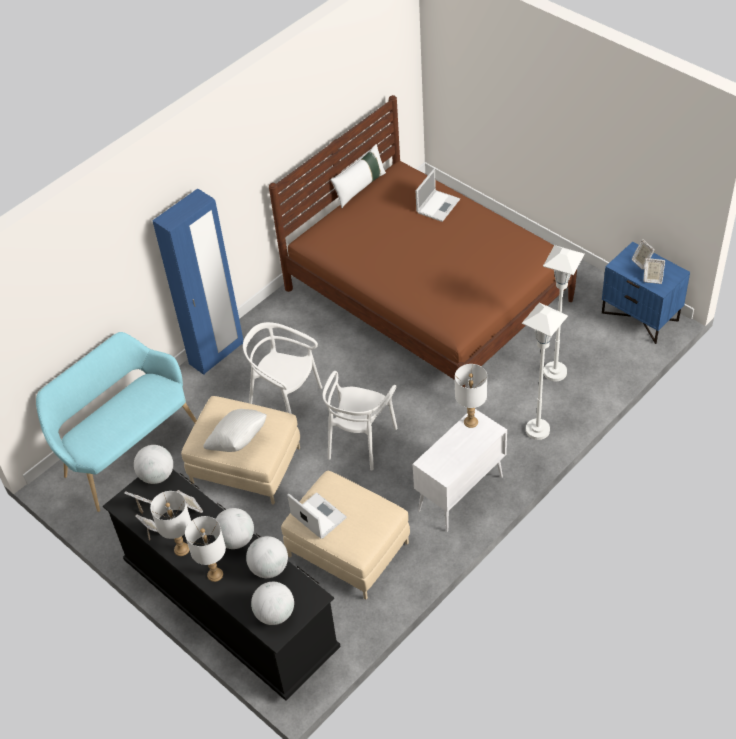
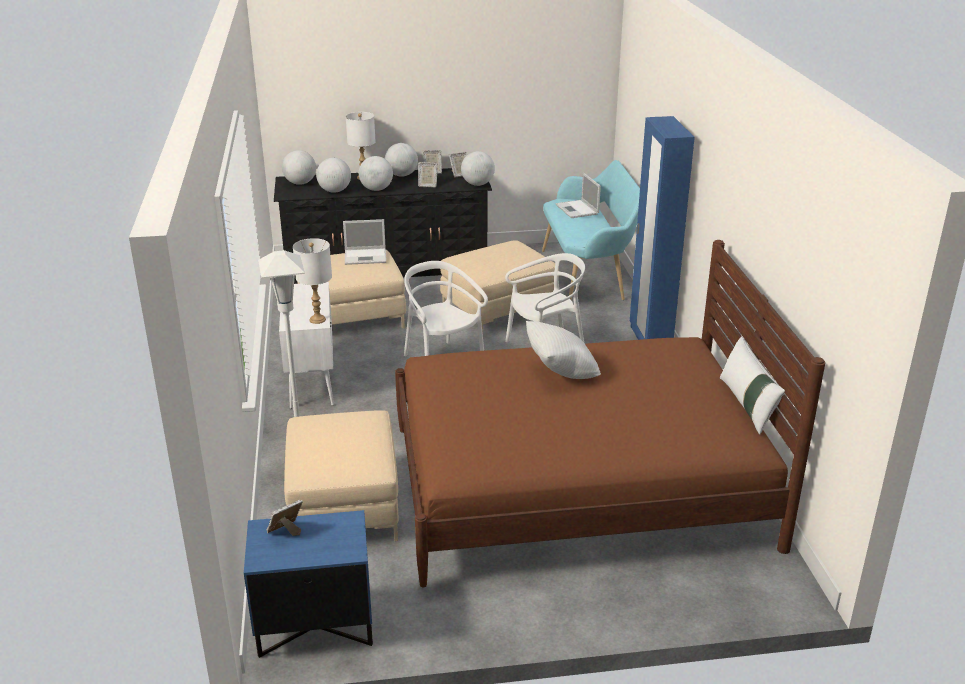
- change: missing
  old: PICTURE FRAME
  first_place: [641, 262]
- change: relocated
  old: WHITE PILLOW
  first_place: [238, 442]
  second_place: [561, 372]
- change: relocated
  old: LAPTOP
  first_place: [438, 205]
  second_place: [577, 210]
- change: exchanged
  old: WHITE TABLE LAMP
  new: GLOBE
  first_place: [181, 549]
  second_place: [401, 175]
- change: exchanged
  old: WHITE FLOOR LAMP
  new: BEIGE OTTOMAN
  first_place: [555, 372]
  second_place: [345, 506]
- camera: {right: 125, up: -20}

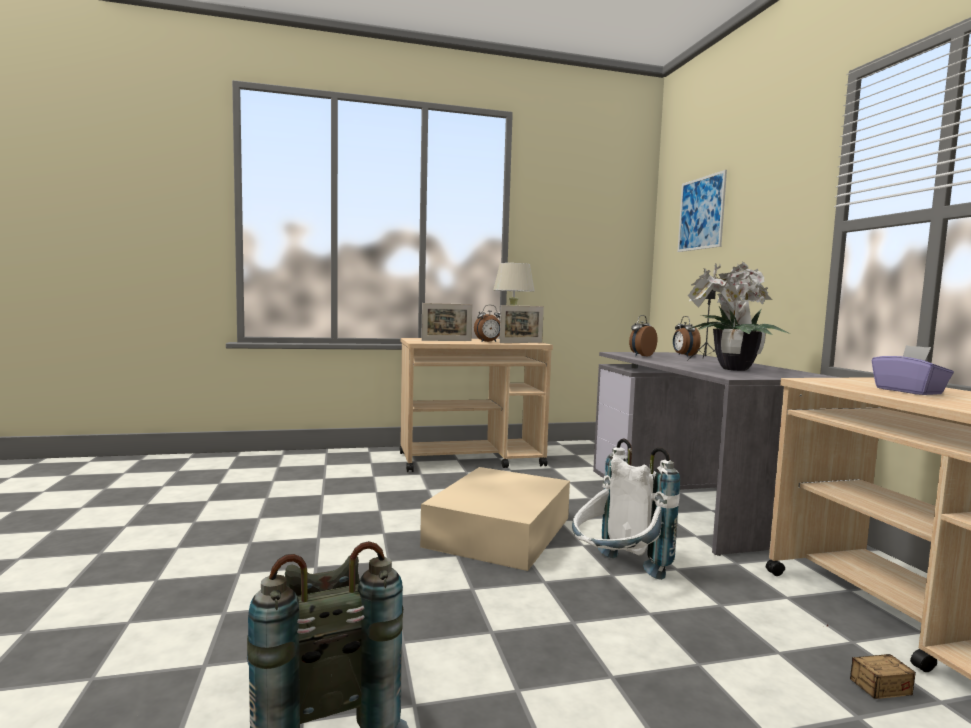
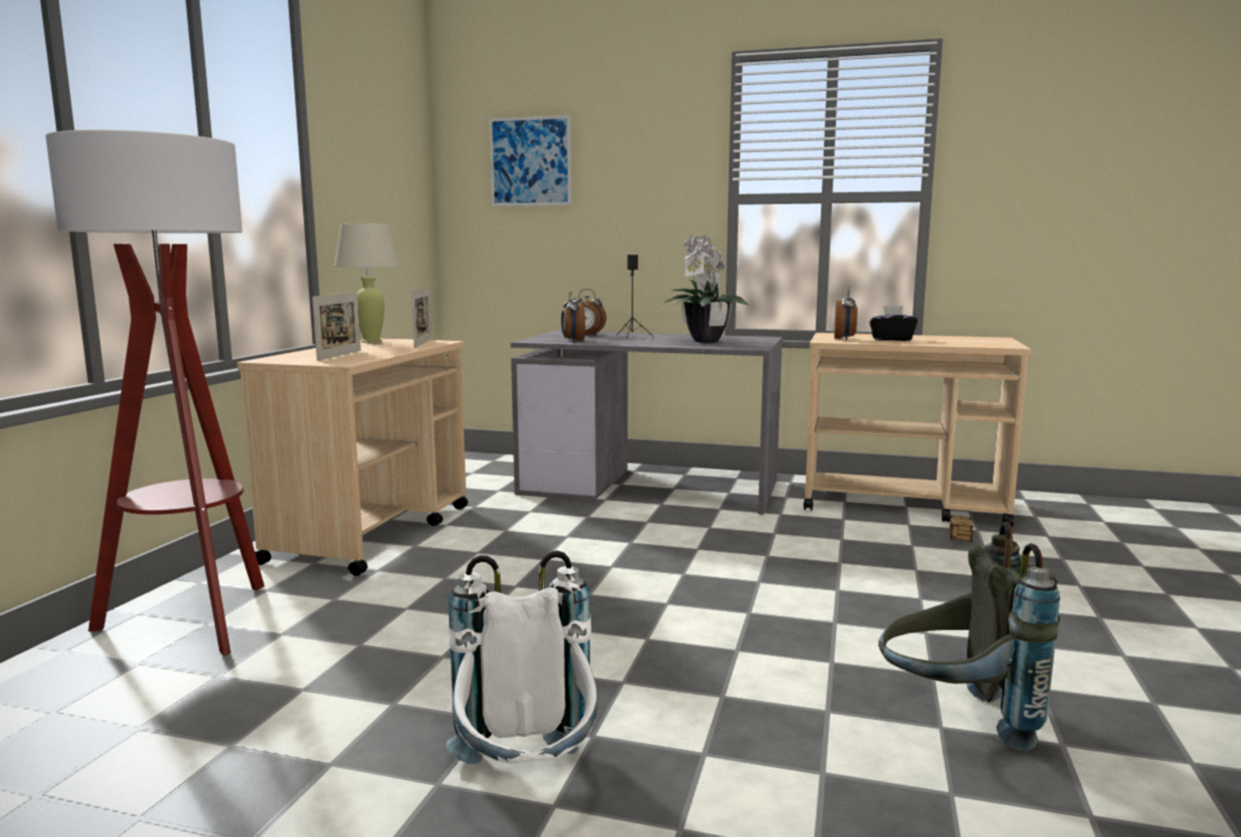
- change: missing
  old: BEIGE STORAGE BOX
  first_place: [501, 531]
- change: appeared
  new: FLOOR LAMP
  second_place: [195, 621]
- change: relocated
  old: ALARM CLOCK
  first_place: [488, 342]
  second_place: [844, 339]
- change: relocated
  old: WHITE BACKPACK
  first_place: [617, 574]
  second_place: [527, 782]
- change: colour
  old: PURPLE TISSUE BOX
  new: BLACK TISSUE BOX
  first_place: [908, 391]
  second_place: [891, 339]
- camera: {right: -60, up: 5}

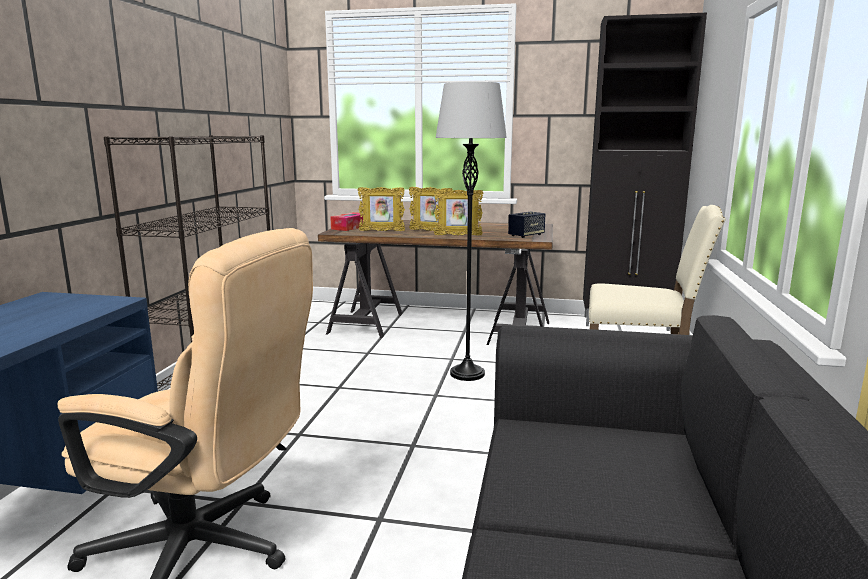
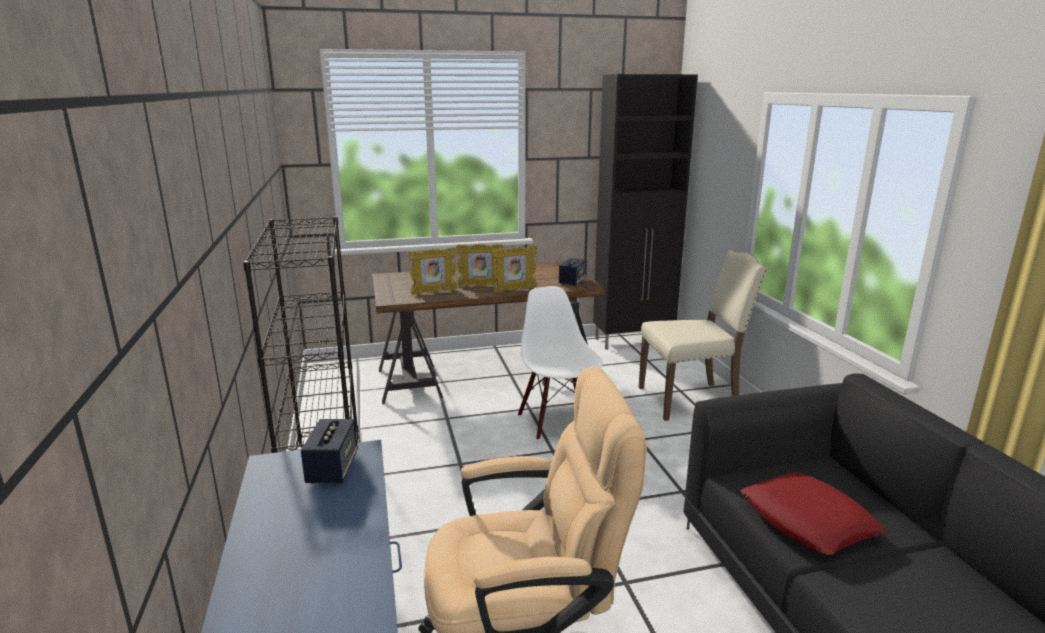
- change: missing
  old: TISSUE BOX
  first_place: [350, 227]
- change: appeared
  new: SPEAKER
  second_place: [332, 469]
- change: appeared
  new: RED PILLOW
  second_place: [808, 521]
- change: exchanged
  old: GREY FLOOR LAMP
  new: WHITE CHAIR
  first_place: [467, 374]
  second_place: [557, 422]
- camera: {right: -25, up: 5}

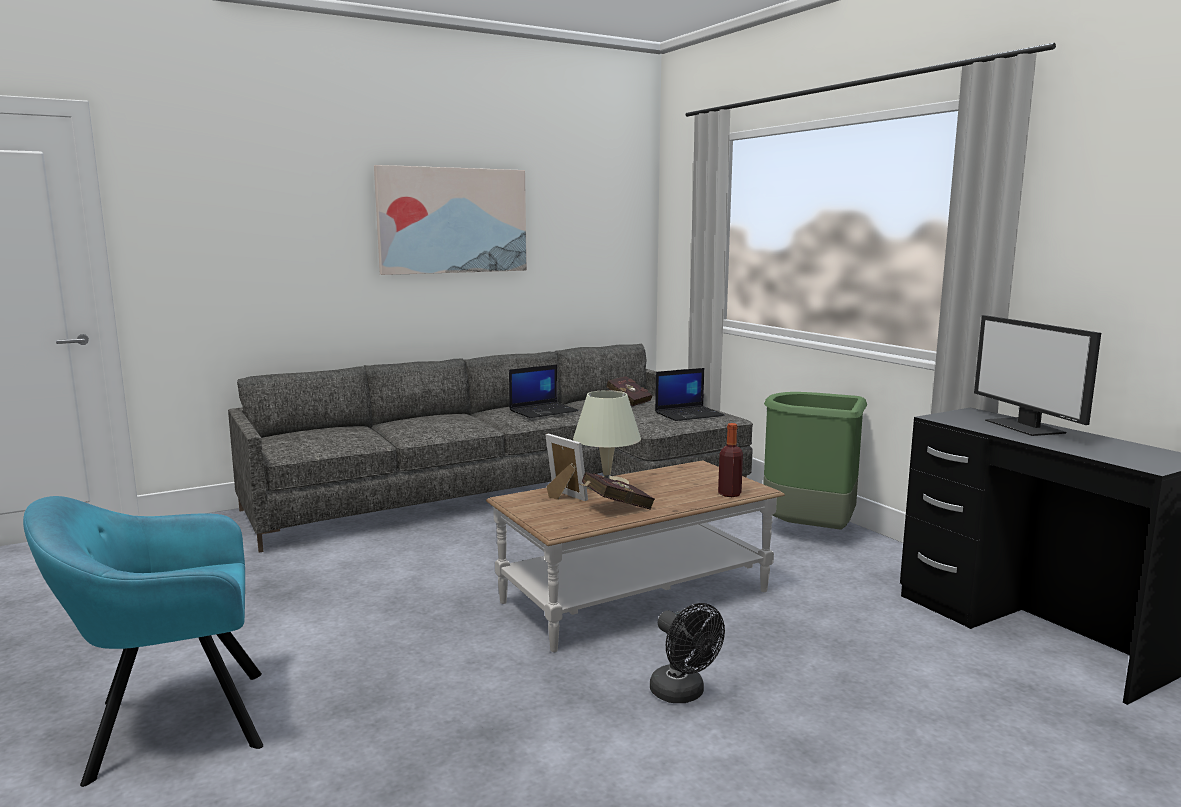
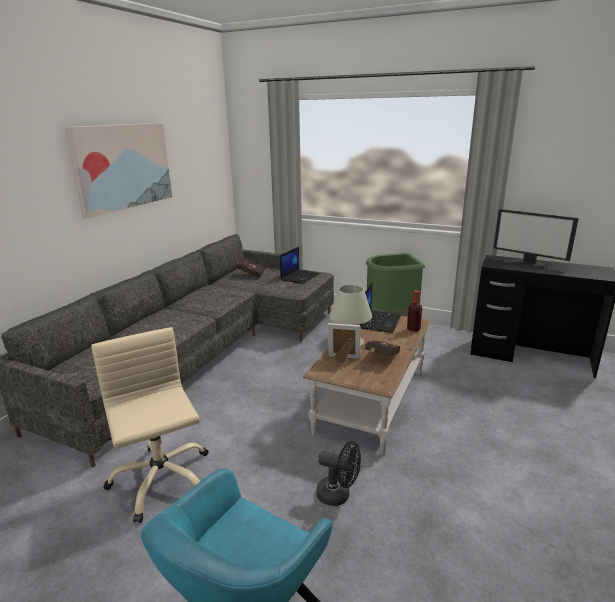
- change: appeared
  new: BEIGE OFFICE CHAIR
  second_place: [161, 480]
- change: relocated
  old: LAPTOP
  first_place: [543, 411]
  second_place: [380, 321]
- change: relocated
  old: BLACK FAN
  first_place: [683, 694]
  second_place: [338, 495]
- camera: {right: -35, up: 10}

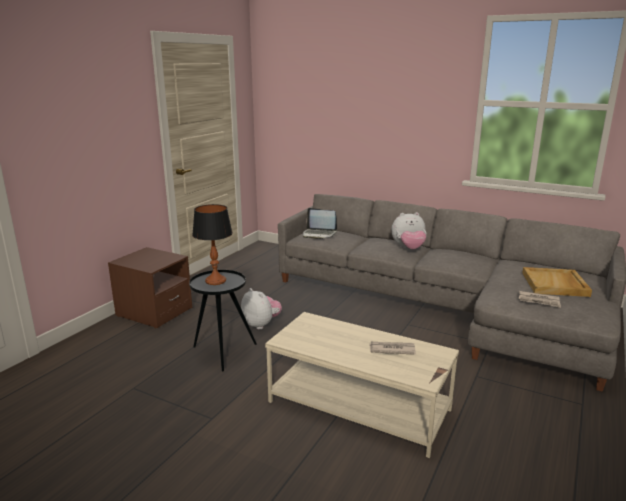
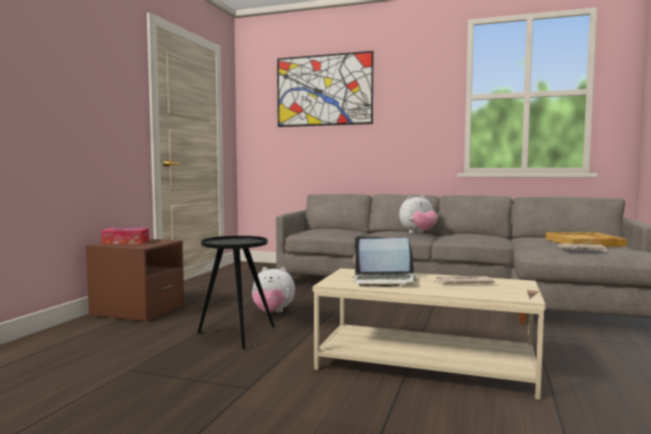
- change: missing
  old: TABLE LAMP
  first_place: [215, 281]
- change: appeared
  new: TISSUE BOX
  second_place: [125, 242]
- change: appeared
  new: PICTURE
  second_place: [324, 90]
- change: relocated
  old: LAPTOP
  first_place: [319, 234]
  second_place: [384, 281]
- change: spun
  old: PLUSH TOY
  first_place: [261, 324]
  second_place: [272, 313]
  degrees: 150
- camera: {right: -10, up: -15}

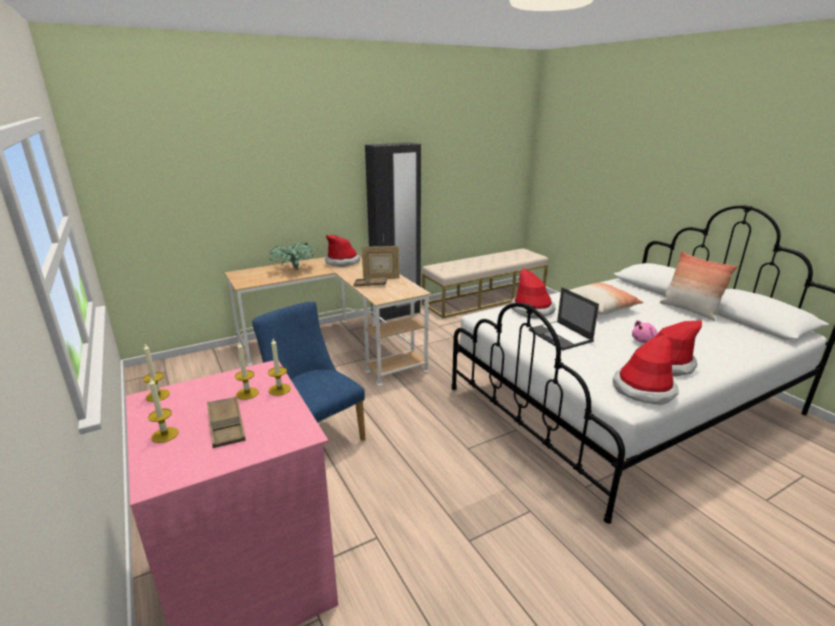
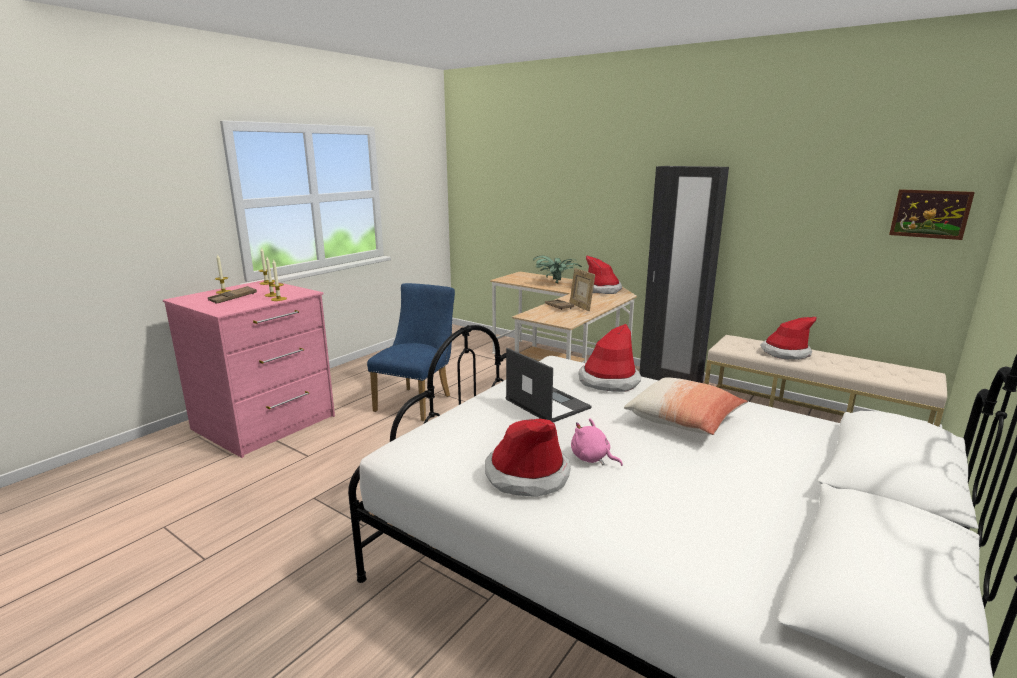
- change: missing
  old: PILLOW
  first_place: [689, 310]
- change: appeared
  new: PICTURE
  second_place: [930, 214]
- change: relocated
  old: HAT
  first_place: [643, 389]
  second_place: [785, 353]
- change: spun
  old: LAPTOP
  first_place: [561, 336]
  second_place: [546, 403]
  degrees: 105
- camera: {right: 65, up: -5}

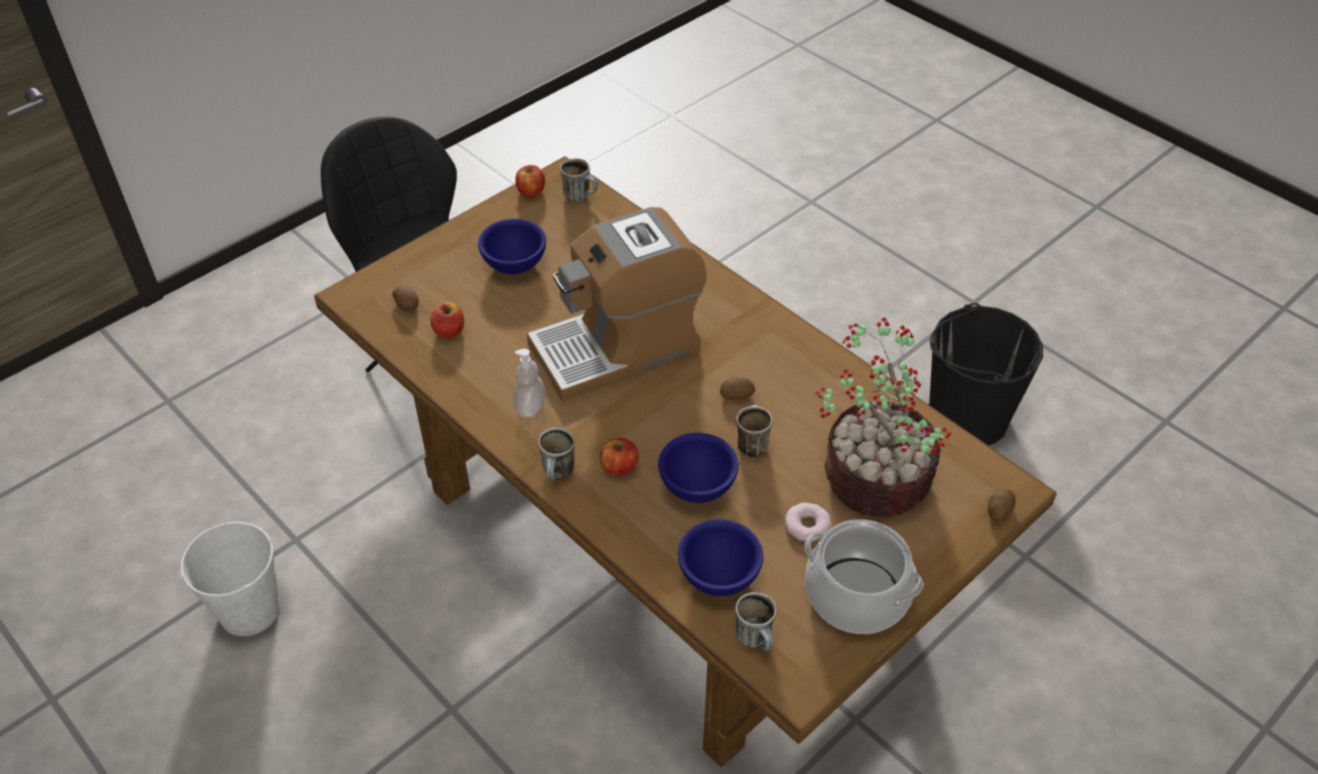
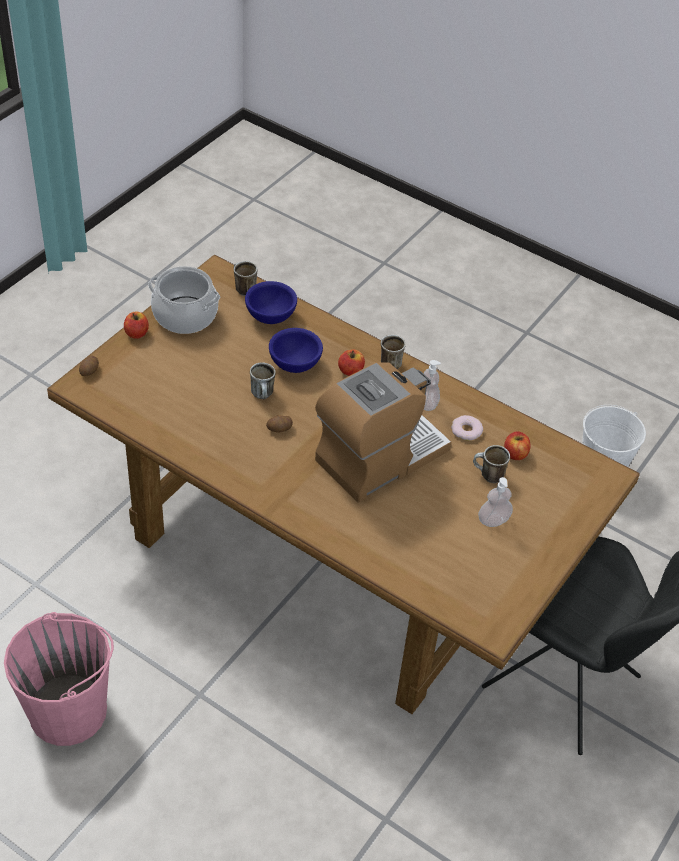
- change: missing
  old: POTATO
  first_place: [407, 305]
- change: missing
  old: POTTED PLANT
  first_place: [873, 477]
- change: relocated
  old: APPLE
  first_place: [531, 191]
  second_place: [137, 333]
- change: relocated
  old: MUG
  first_place: [581, 196]
  second_place: [488, 476]
- change: relocated
  old: DONUT
  first_place: [807, 525]
  second_place: [466, 430]
- change: exchanged
  old: BLUE BOWL
  new: SOAP DISPENSER
  first_place: [514, 265]
  second_place: [493, 520]
- change: colour
  old: BLACK BUCKET
  new: PINK BUCKET
  first_place: [966, 417]
  second_place: [69, 711]
- camera: {right: 165, up: 0}

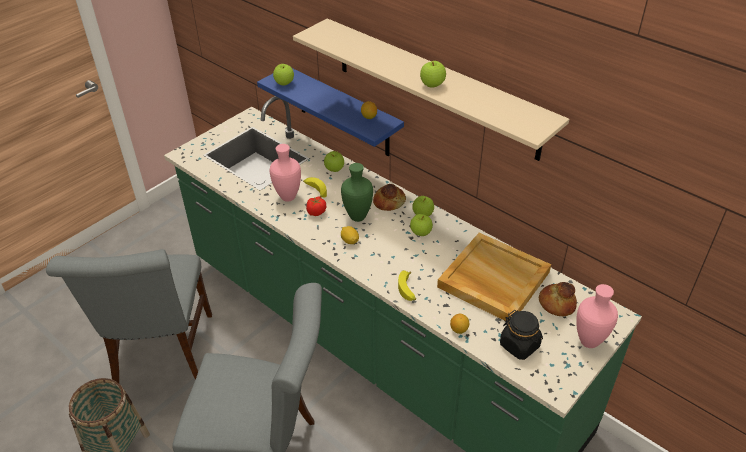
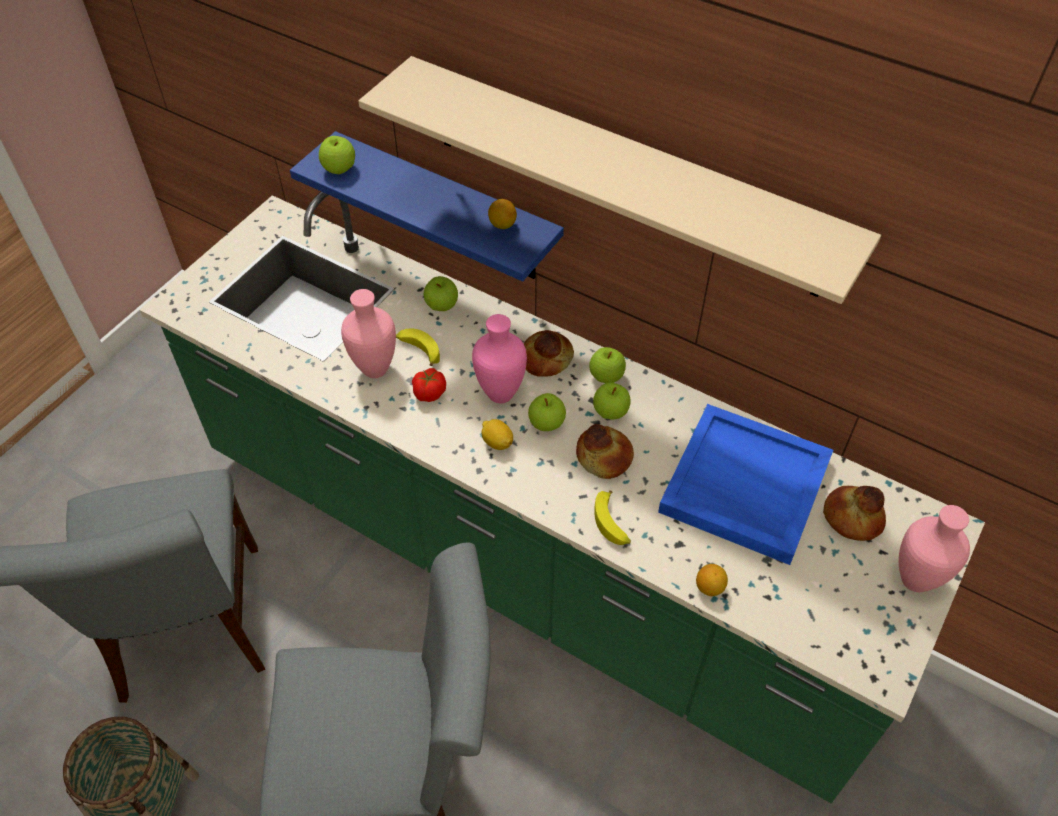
- change: missing
  old: BLACK JAR
  first_place: [519, 345]
- change: appeared
  new: BREAD
  second_place: [604, 456]
- change: relocated
  old: APPLE
  first_place: [432, 85]
  second_place: [546, 423]
- change: colour
  old: GREEN VASE
  new: PINK VASE
  first_place: [357, 218]
  second_place: [500, 396]
- change: colour
  old: BEIGE TRAY
  new: BLUE TRAY
  first_place: [492, 280]
  second_place: [743, 486]
- camera: {right: -10, up: 10}

